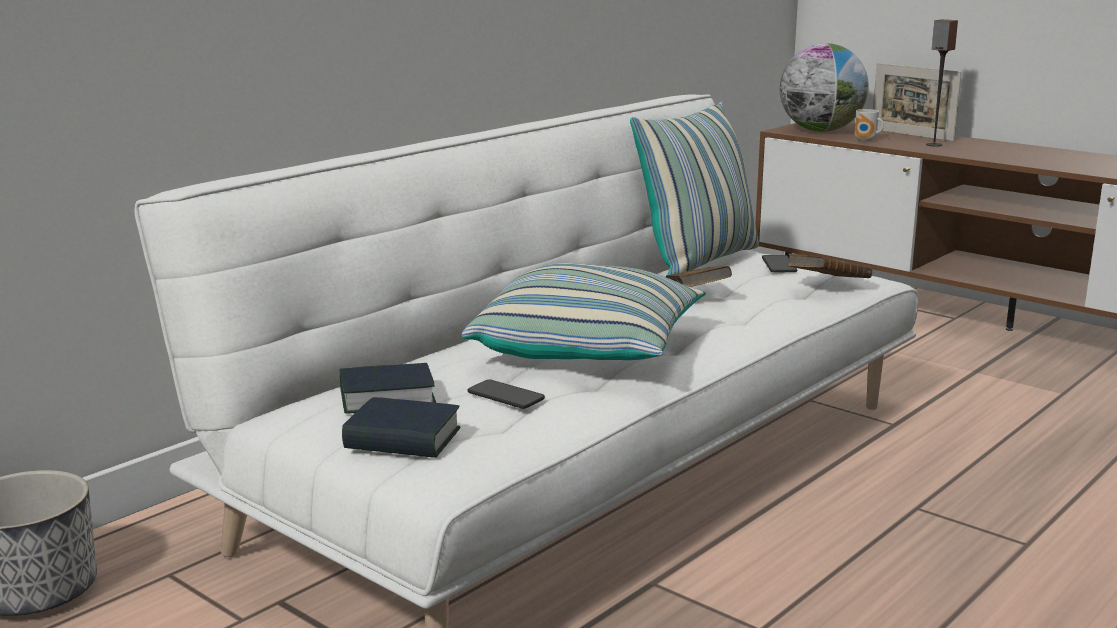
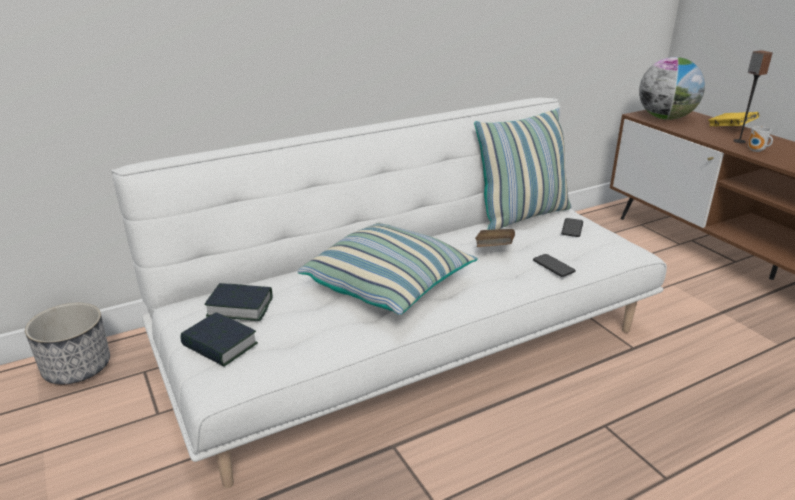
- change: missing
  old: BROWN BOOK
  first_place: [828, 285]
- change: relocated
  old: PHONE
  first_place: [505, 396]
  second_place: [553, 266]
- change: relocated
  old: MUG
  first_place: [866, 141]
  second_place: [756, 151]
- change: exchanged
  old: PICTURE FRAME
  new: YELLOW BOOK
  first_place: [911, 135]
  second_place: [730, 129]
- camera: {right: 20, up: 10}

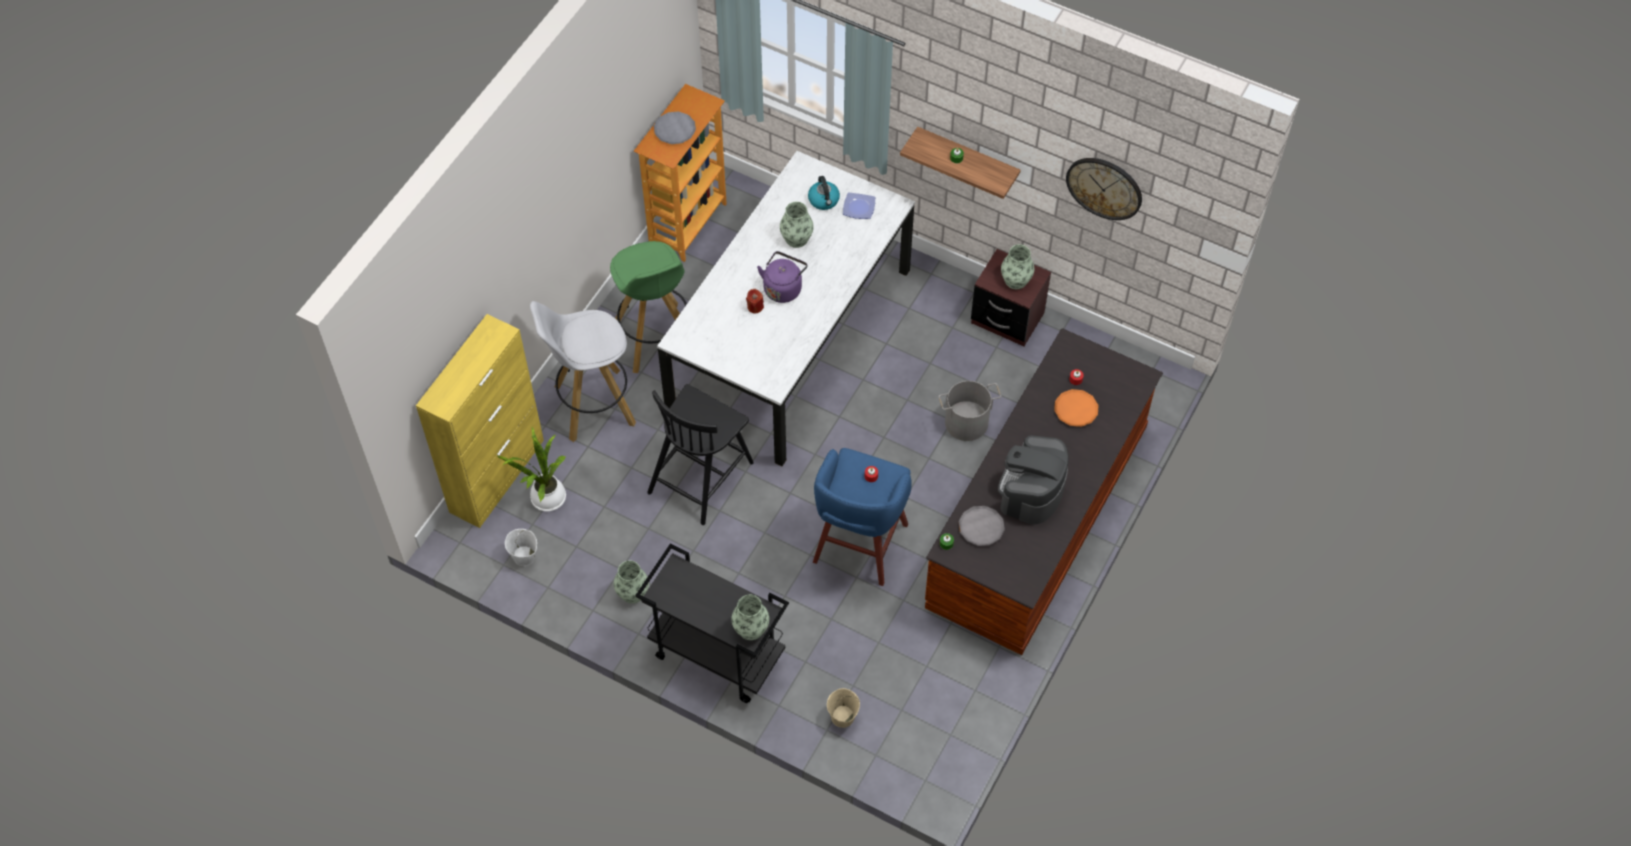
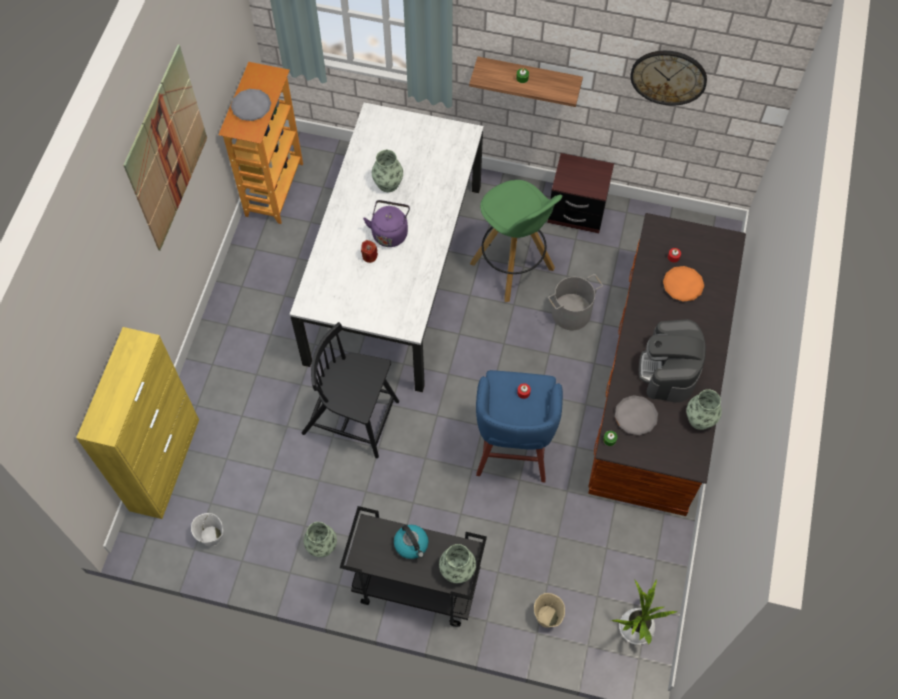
- change: missing
  old: WHITE STOOL
  first_place: [593, 405]
- change: missing
  old: PLATE
  first_place: [859, 207]
- change: appeared
  new: PICTURE
  second_place: [167, 150]
- change: relocated
  old: POTTED PLANT
  first_place: [545, 499]
  second_place: [634, 630]
- change: relocated
  old: GREEN STOOL
  first_place: [656, 339]
  second_place: [513, 267]
- change: relocated
  old: KETTLE
  first_place: [824, 200]
  second_place: [411, 544]
- change: relocated
  old: VASE
  first_place: [1015, 280]
  second_place: [700, 419]
- change: spun
  old: BLACK CHAIR
  first_place: [701, 475]
  second_place: [352, 418]
  degrees: 90
- camera: {right: -15, up: 5}

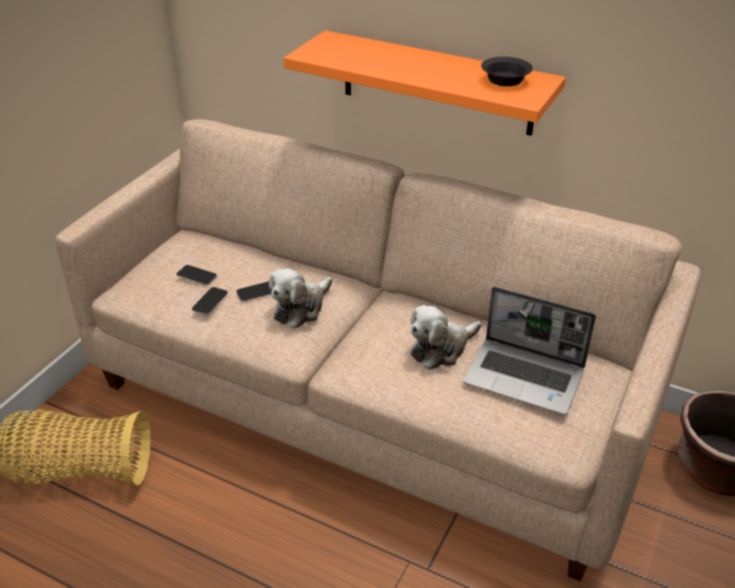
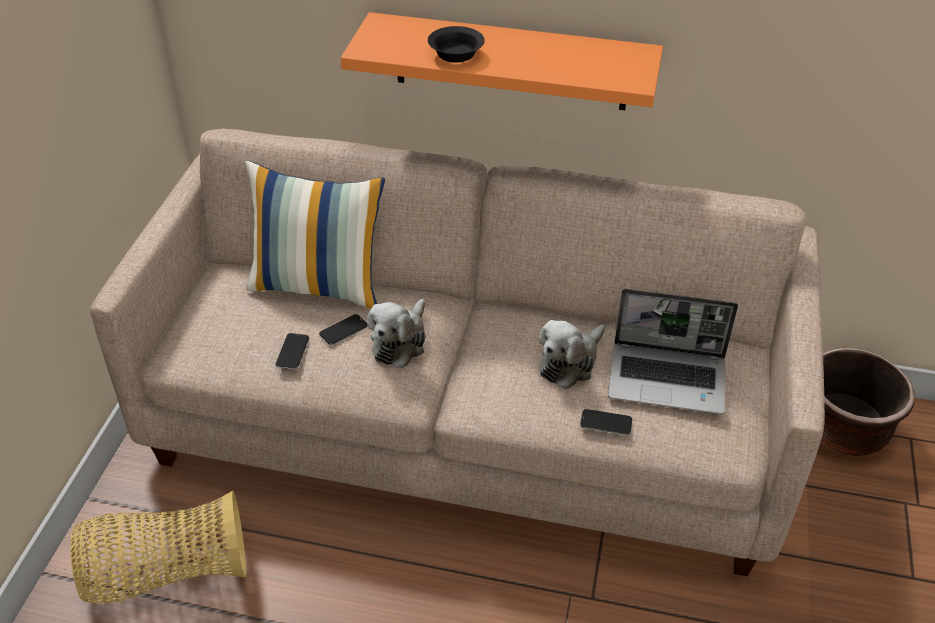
- change: appeared
  new: PILLOW
  second_place: [319, 285]
- change: relocated
  old: PHONE
  first_place: [196, 276]
  second_place: [606, 423]
- change: relocated
  old: BLACK BOWL
  first_place: [506, 81]
  second_place: [457, 55]
- camera: {right: -15, up: 5}

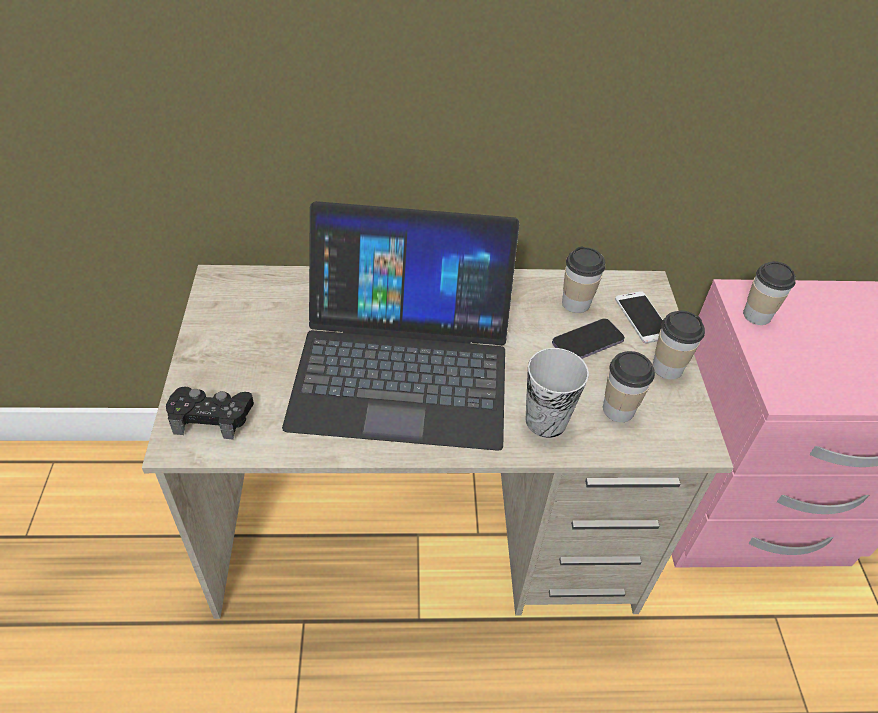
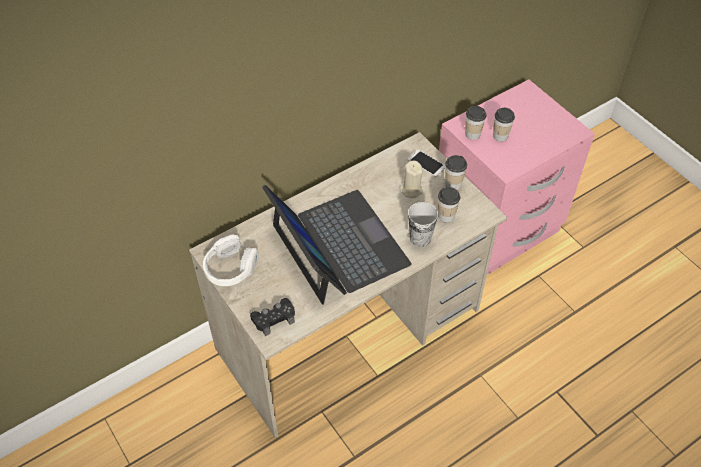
- change: appeared
  new: WHITE HEADPHONES
  second_place: [230, 268]
- change: relocated
  old: CUP
  first_place: [576, 303]
  second_place: [500, 136]
- change: exchanged
  old: PHONE
  new: BEIGE CANDLE
  first_place: [587, 342]
  second_place: [411, 190]
- change: spun
  old: LAPTOP
  first_place: [403, 364]
  second_place: [338, 246]
  degrees: -90
- camera: {right: -30, up: 5}

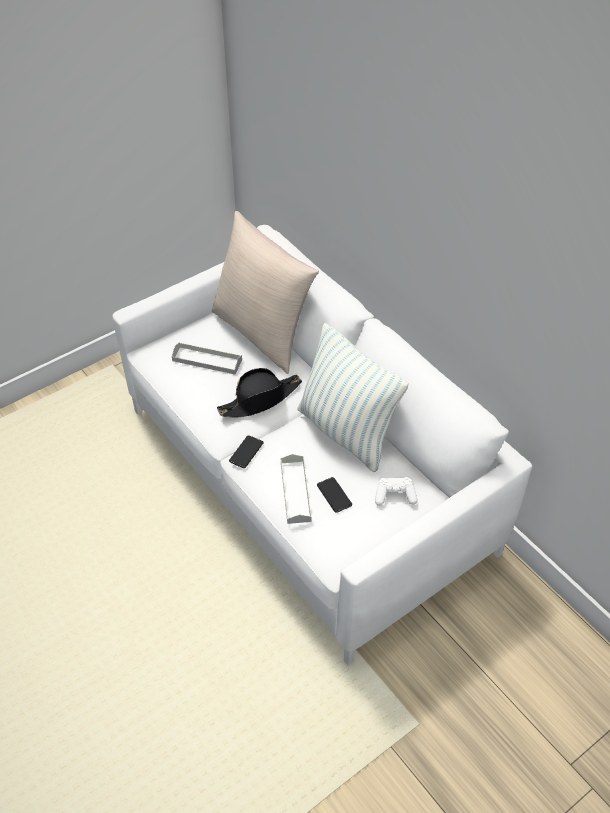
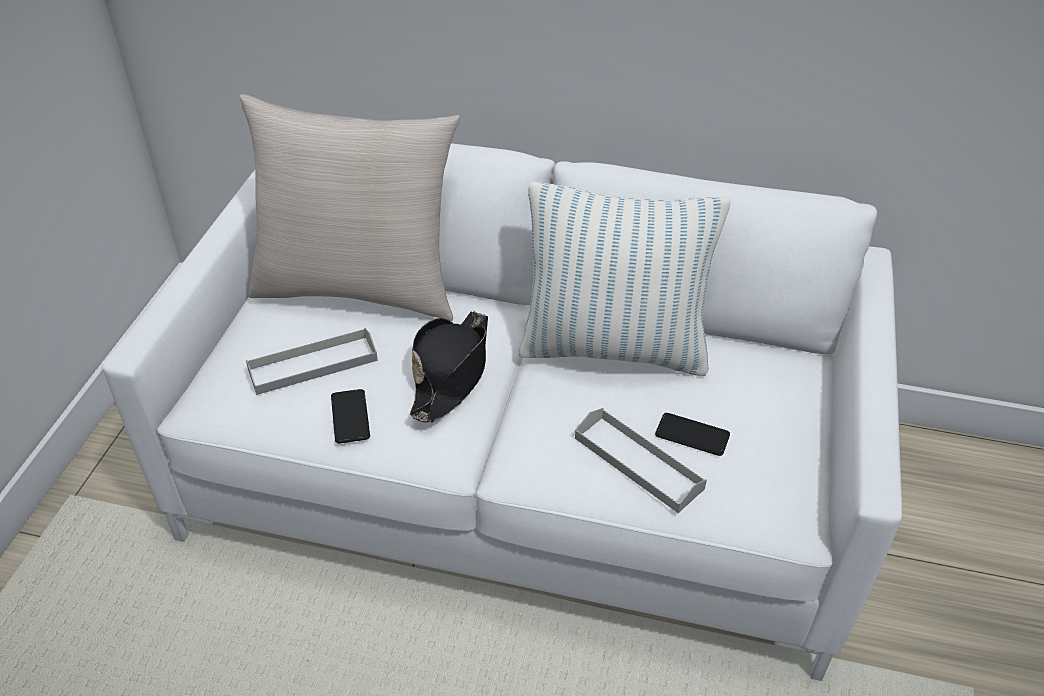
- change: missing
  old: WHITE GAME CONTROLLER
  first_place: [395, 496]
- change: relocated
  old: PHONE
  first_place: [246, 452]
  second_place: [350, 417]
- camera: {right: -40, up: -5}

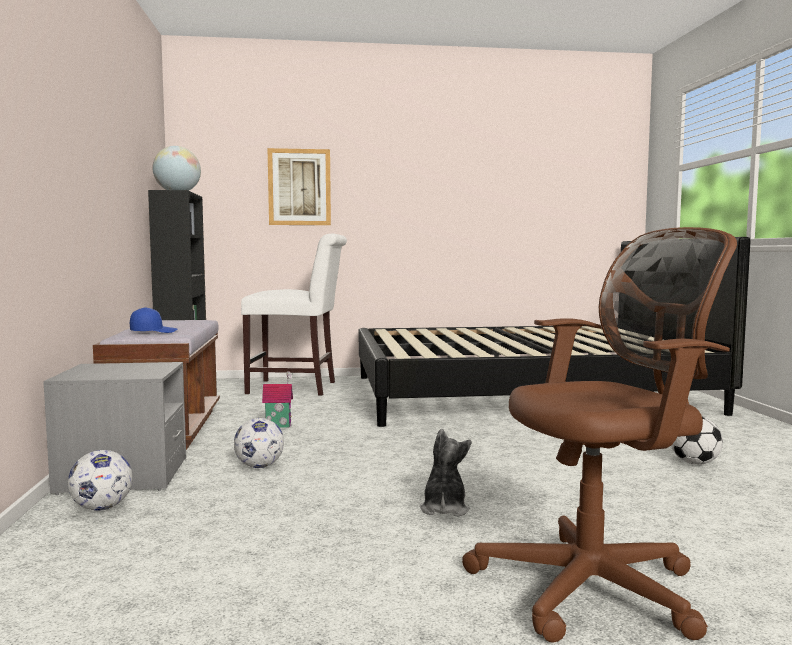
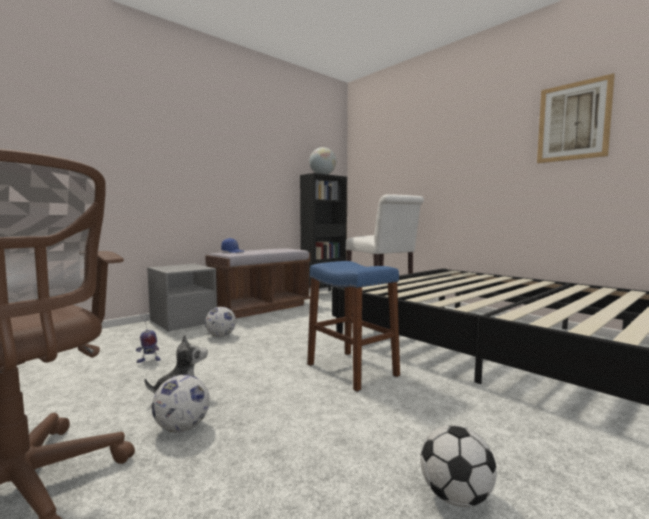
- change: missing
  old: TOY HOUSE
  first_place: [278, 425]
- change: appeared
  new: TOY ROBOT
  second_place: [148, 360]
- change: appeared
  new: BLUE STOOL
  second_place: [352, 370]
- change: relocated
  old: FOOTBALL
  first_place: [101, 508]
  second_place: [182, 428]
- change: relocated
  old: PICTURE
  first_place: [299, 187]
  second_place: [573, 121]
- camera: {right: 55, up: 0}

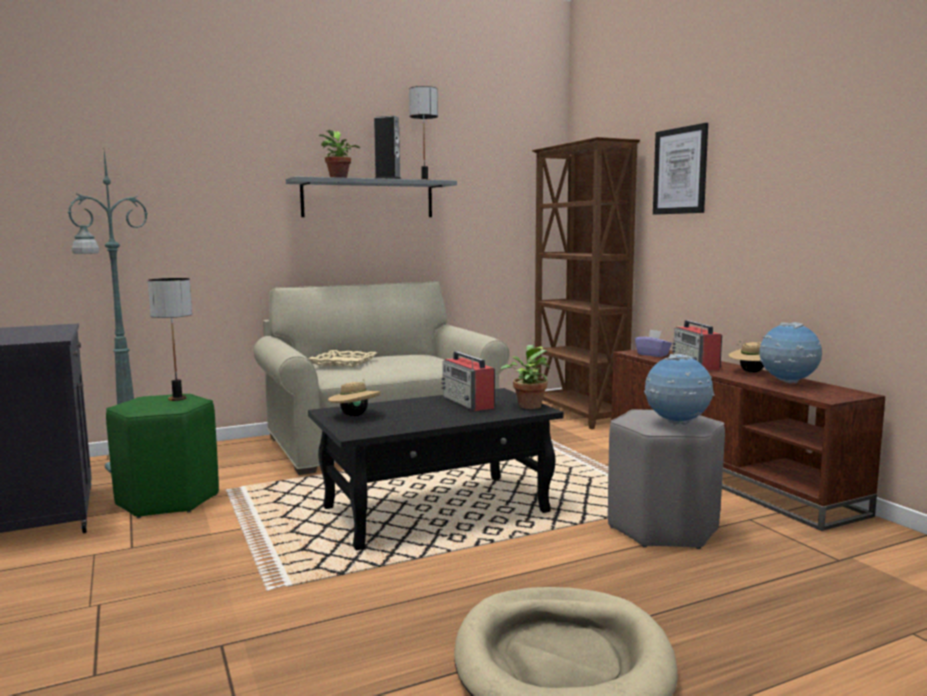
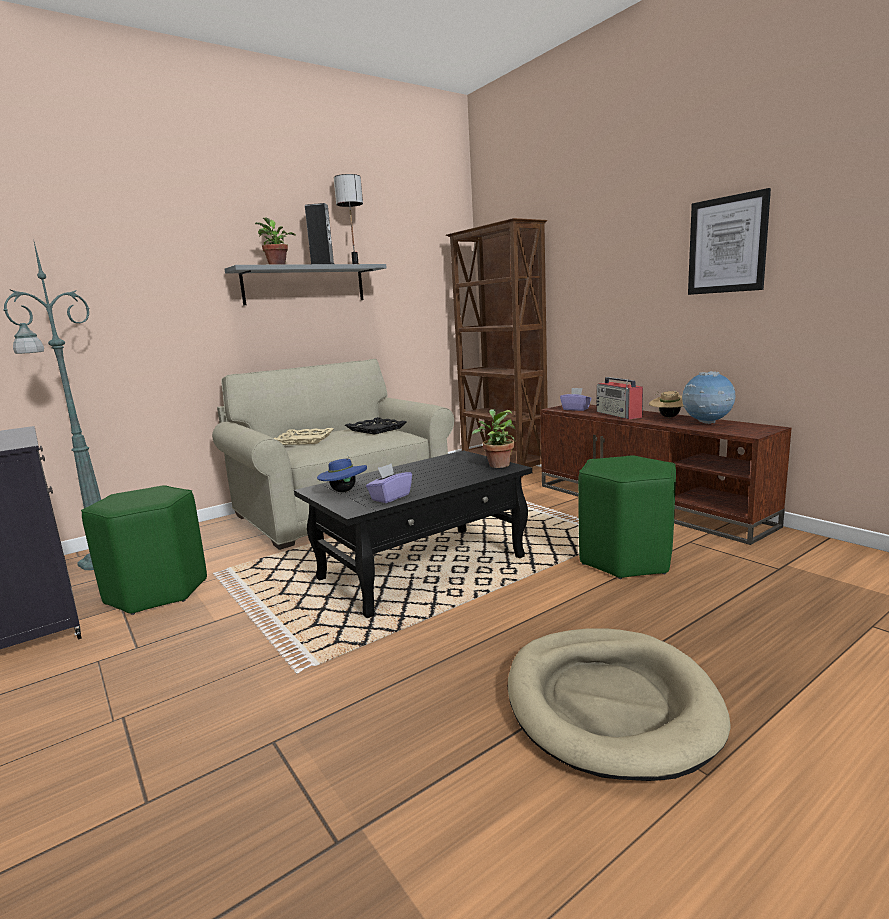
- change: missing
  old: TABLE LAMP
  first_place: [177, 399]
- change: missing
  old: RADIO
  first_place: [468, 402]
- change: missing
  old: GLOBE
  first_place: [677, 424]
- change: appeared
  new: BLACK TRAY
  second_place: [375, 429]
- change: appeared
  new: PURPLE TISSUE BOX
  second_place: [390, 497]
- change: relocated
  old: PICTURE
  first_place: [680, 171]
  second_place: [727, 245]
- change: colour
  old: BEIGE HAT
  new: BLUE HAT
  first_place: [355, 416]
  second_place: [344, 491]
- change: colour
  old: GREY STOOL
  new: GREEN STOOL
  first_place: [664, 529]
  second_place: [627, 559]
- camera: {right: -10, up: 5}

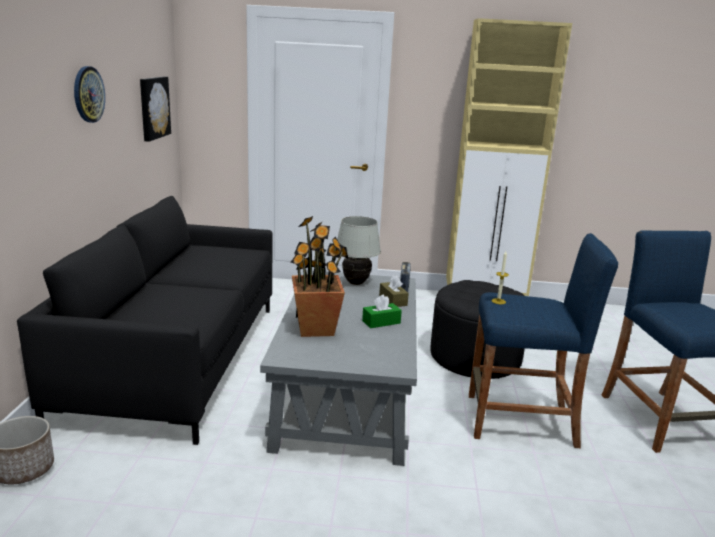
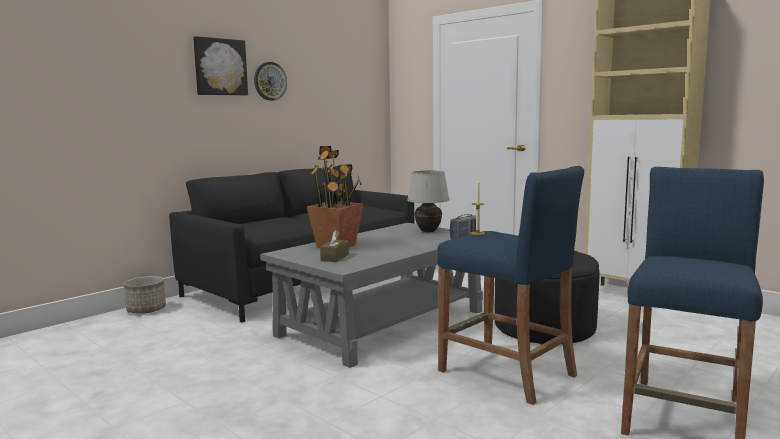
- change: missing
  old: GREEN TISSUE BOX
  first_place: [381, 322]
- change: relocated
  old: PICTURE
  first_place: [153, 107]
  second_place: [220, 67]
- change: relocated
  old: BROWN TISSUE BOX
  first_place: [393, 300]
  second_place: [335, 257]
- camera: {right: 40, up: -10}

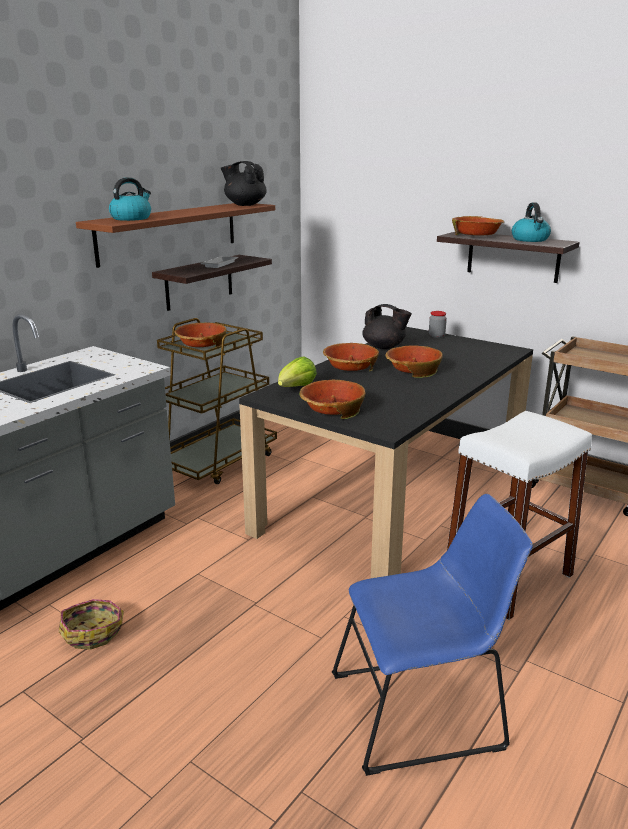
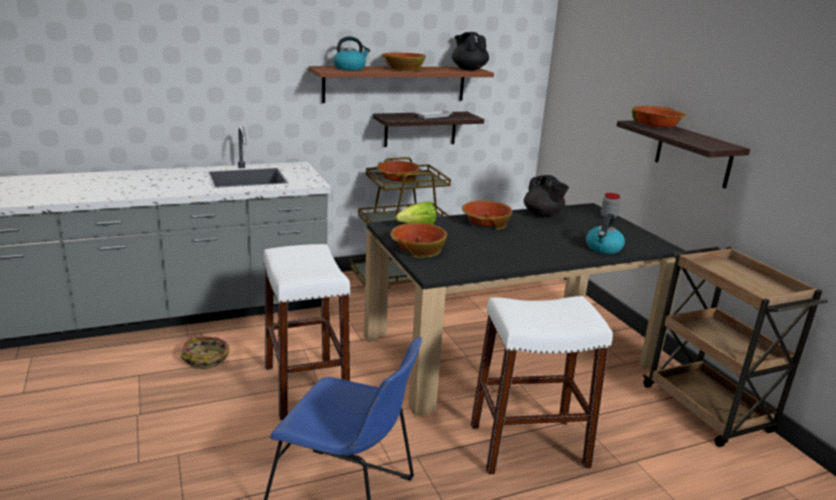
- change: appeared
  new: WHITE STOOL
  second_place: [306, 386]
- change: relocated
  old: BOWL
  first_place: [413, 370]
  second_place: [402, 68]
- change: relocated
  old: KETTLE
  first_place: [530, 239]
  second_place: [603, 248]
- camera: {right: 30, up: 0}

